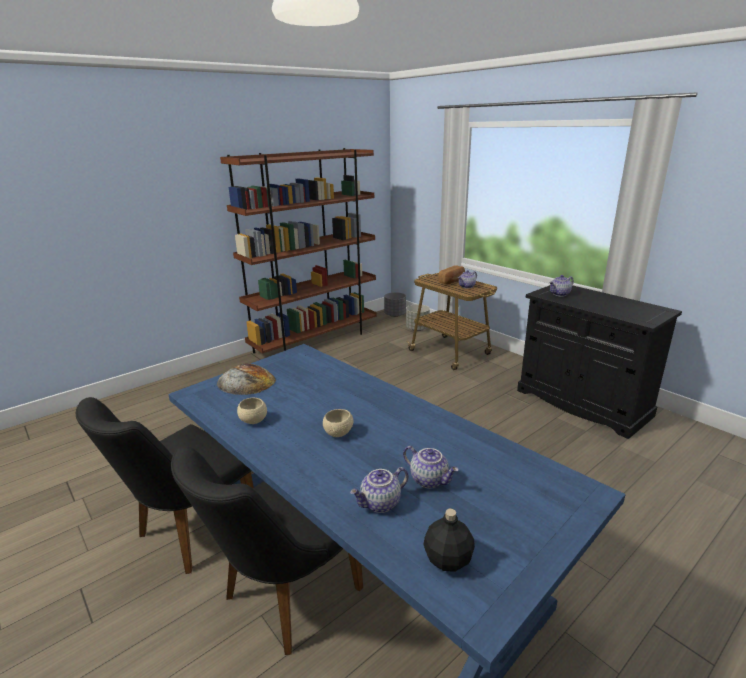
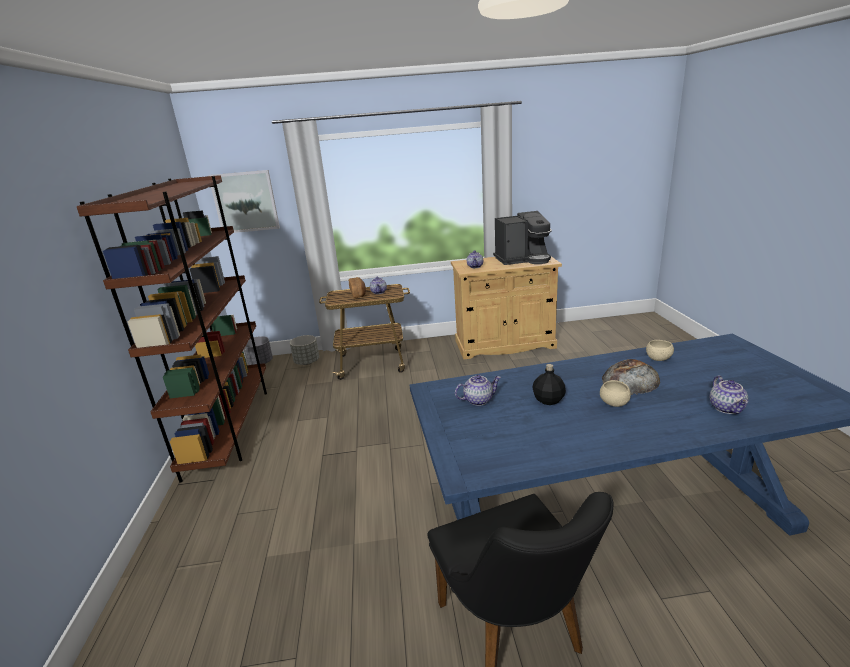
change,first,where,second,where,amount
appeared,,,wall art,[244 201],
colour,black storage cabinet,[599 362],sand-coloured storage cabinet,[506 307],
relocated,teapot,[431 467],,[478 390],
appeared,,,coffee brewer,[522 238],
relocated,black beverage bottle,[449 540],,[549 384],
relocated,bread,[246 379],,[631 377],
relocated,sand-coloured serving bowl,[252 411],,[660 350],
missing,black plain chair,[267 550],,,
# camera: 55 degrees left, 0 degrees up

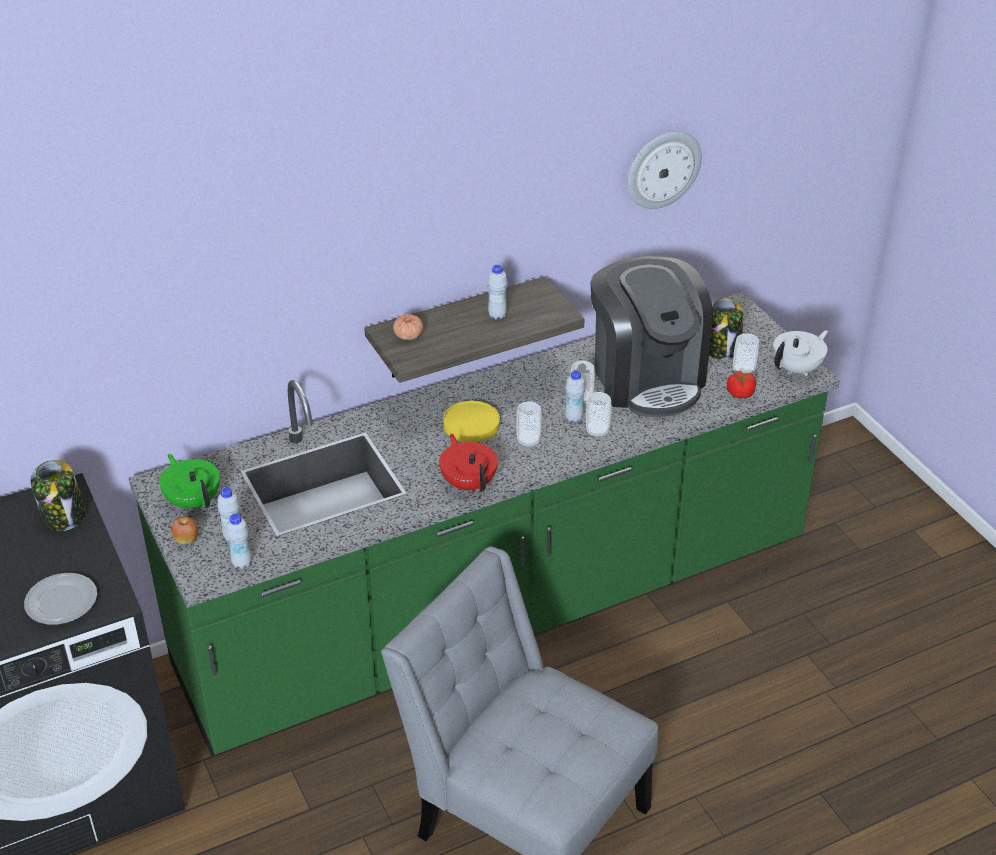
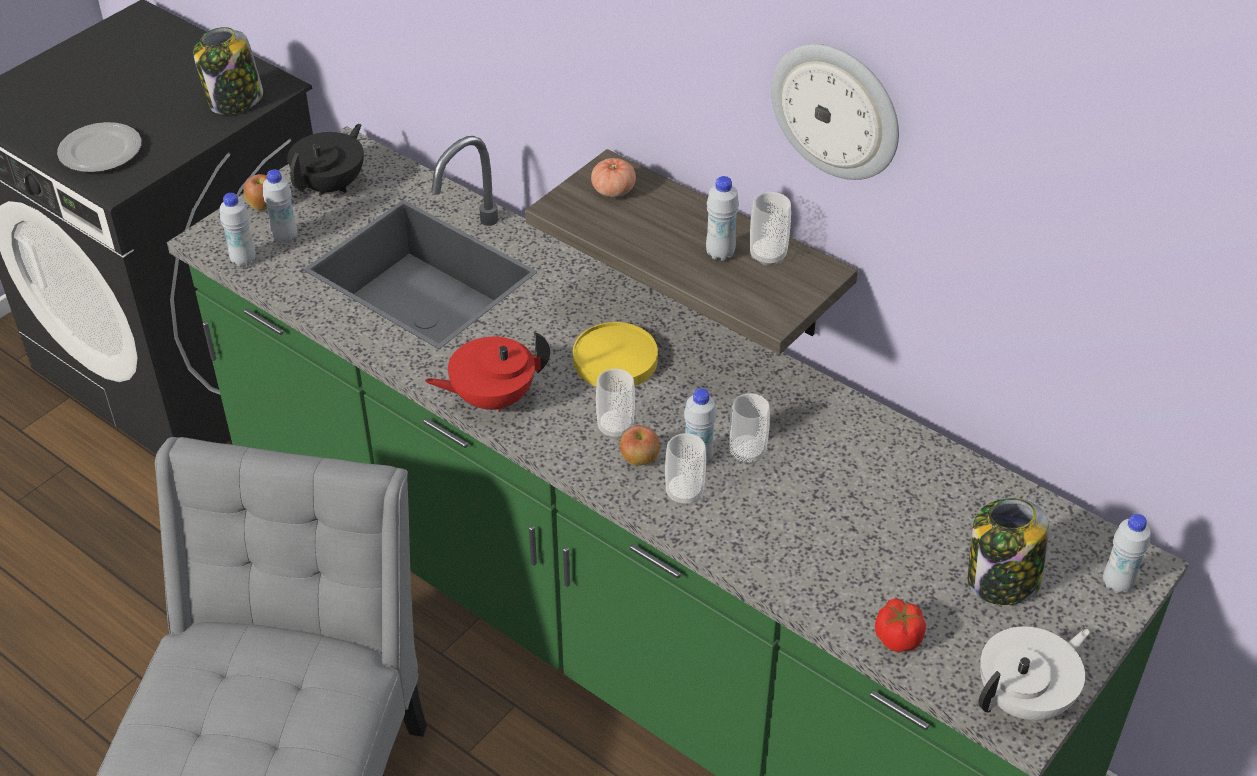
change,first,where,second,where,amount
colour,green teapot,[189 482],black teapot,[325 160],
spun,reddish teapot,[468 463],,[487 372],150 degrees counterclockwise
appeared,,,whole apple,[640 445],
relocated,cup,[746 354],,[770 229],
relocated,clock on the wall,[664 170],,[835 112],
spun,white-coloured teapot,[800 353],,[1034 673],60 degrees counterclockwise
appeared,,,white-coloured beverage bottle,[1127 554],
missing,coffee brewer,[651 336],,,
# camera: 65 degrees right, 5 degrees up

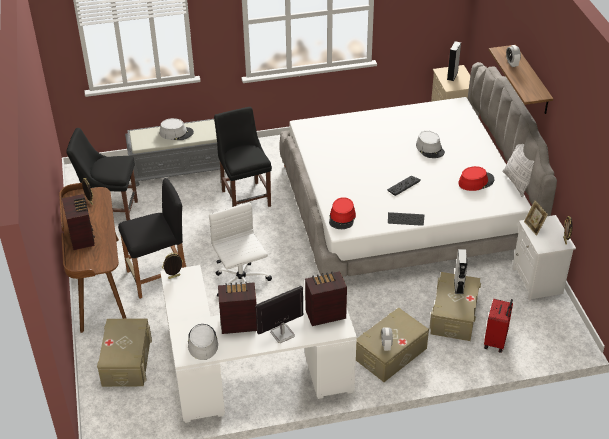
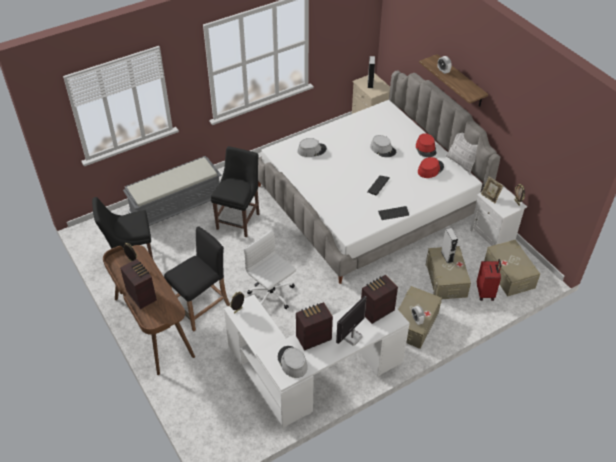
change,first,where,second,where,amount
spun,black plain chair,[243 157],,[235 192],60 degrees clockwise
relocated,gray hat,[177 129],,[312 147],
relocated,reddish hat,[342 213],,[426 145],
relocated,sand-coloured storage box,[124 352],,[512 268],
# camera: 20 degrees left, 5 degrees up

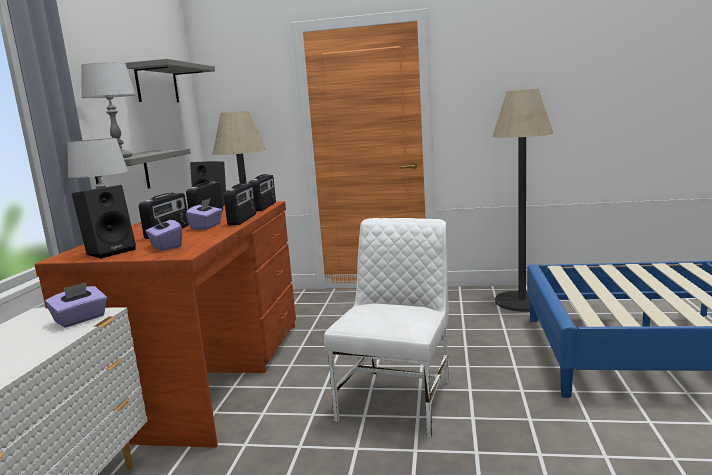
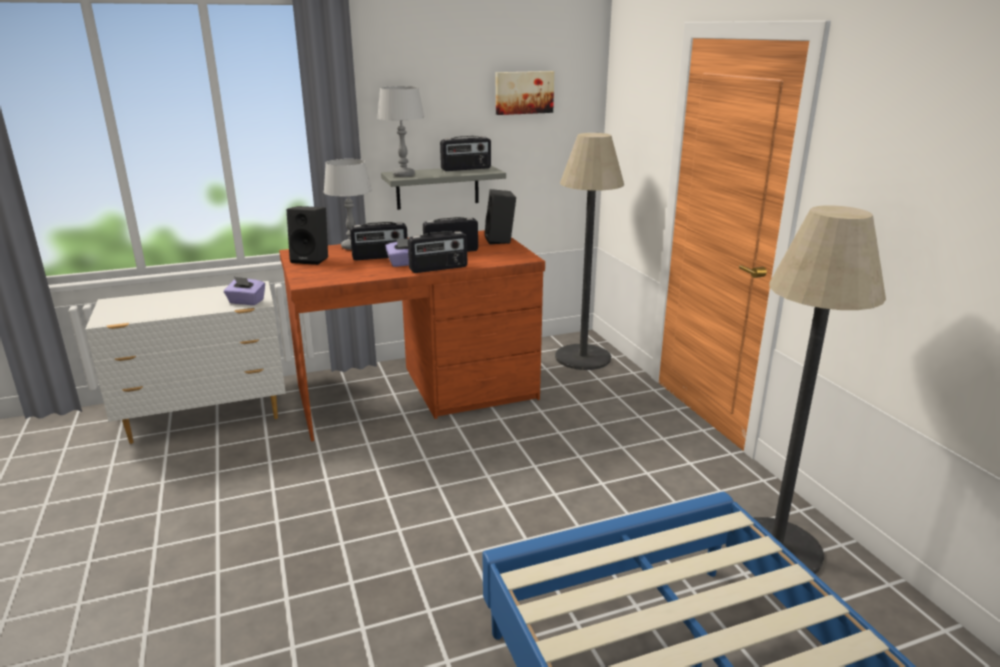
change,first,where,second,where,amount
relocated,radio receiver,[262 192],,[465 153],
exchanged,gray bracket shelf,[170 80],wall art,[525 93],
missing,purple-coloured box of tissues,[163 233],,,
missing,white-coloured plain chair,[387 327],,,
# camera: 60 degrees right, 10 degrees up

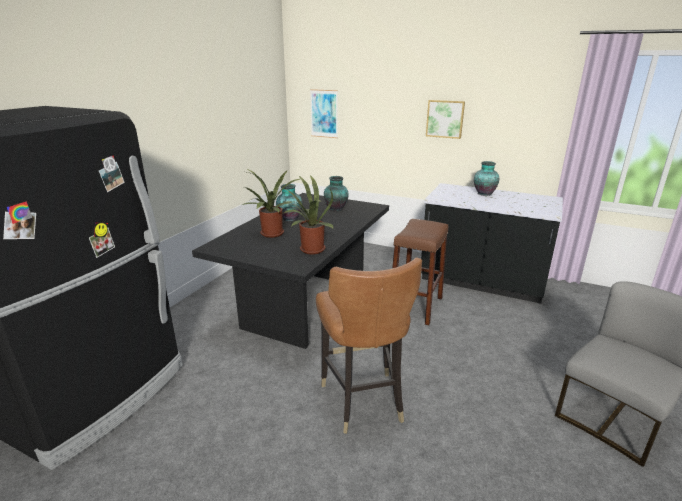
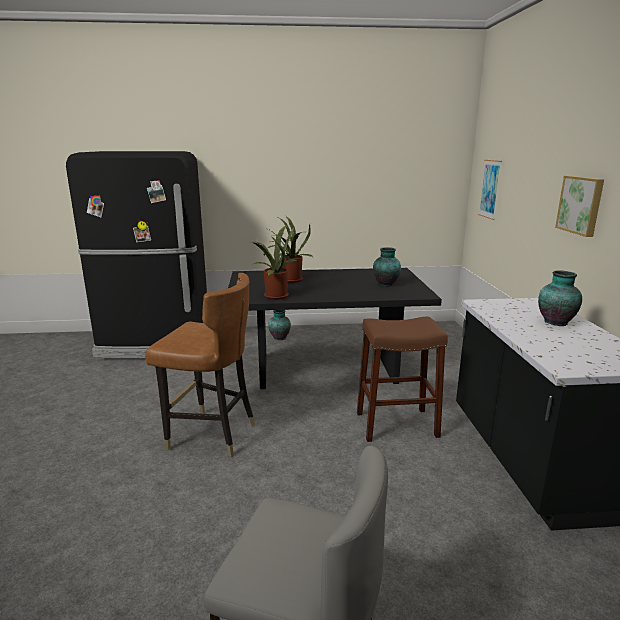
change,first,where,second,where,amount
spun,brown-coloured plain chair,[369 345],,[200 365],120 degrees counterclockwise
relocated,decorative vase,[289 202],,[279 325],
# camera: 60 degrees right, 5 degrees down

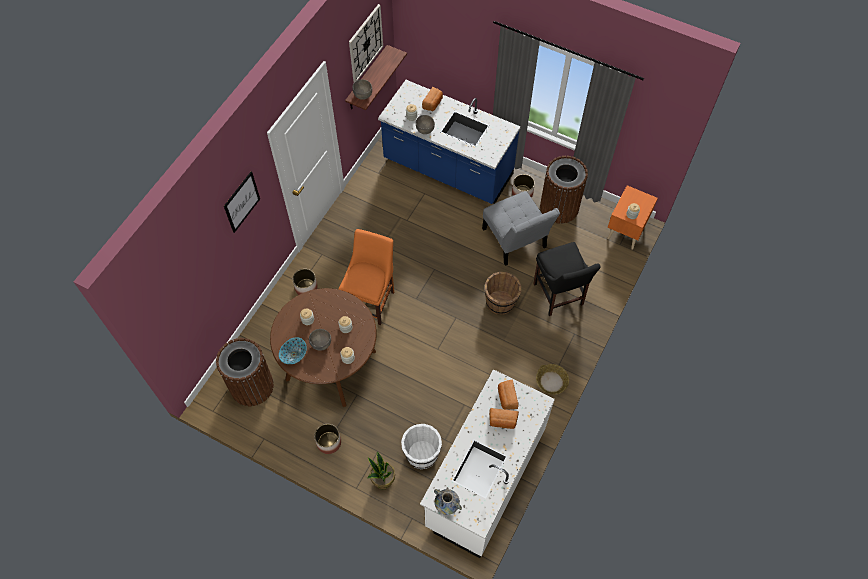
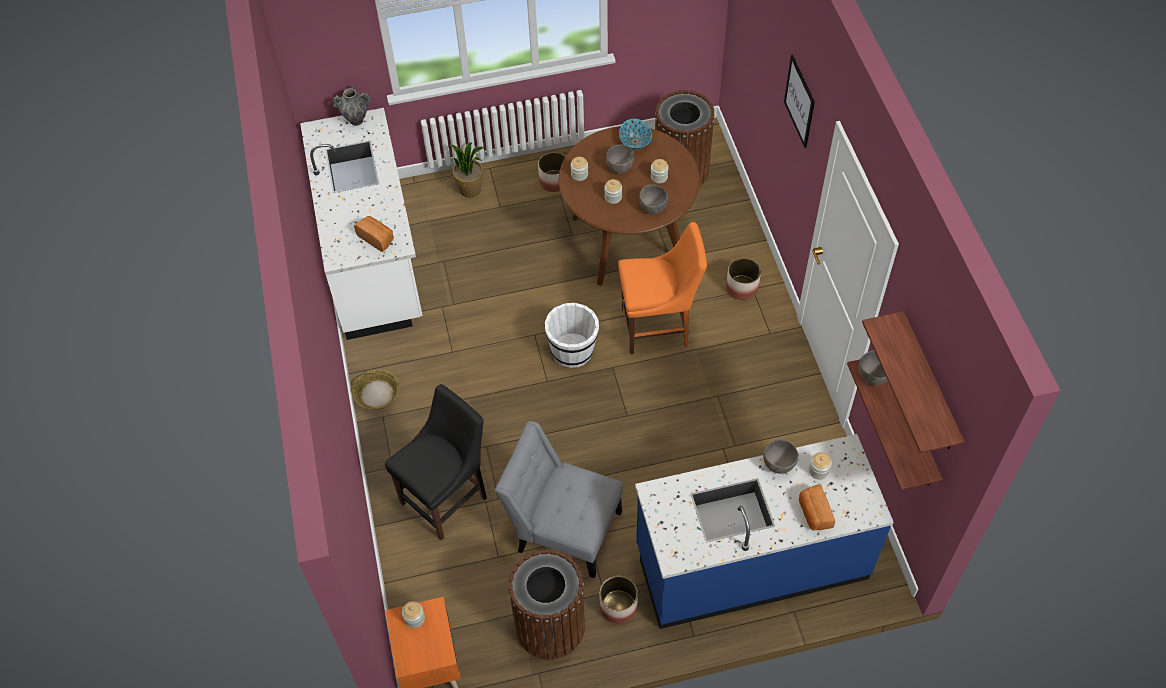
change,first,where,second,where,amount
spun,black plain chair,[566 279],,[436 462],105 degrees clockwise
relocated,white-coloured water bucket,[421 446],,[572 335],
spun,orange-coloured plain chair,[366 277],,[662 288],75 degrees counterclockwise
appeared,,,gray serving bowl,[653 199],
exchanged,clock on the wall,[366 43],bracket shelf,[913 382],
missing,brown-coloured water bucket,[502 293],,,
missing,bread,[504 418],,,
# camera: 140 degrees right, 5 degrees down

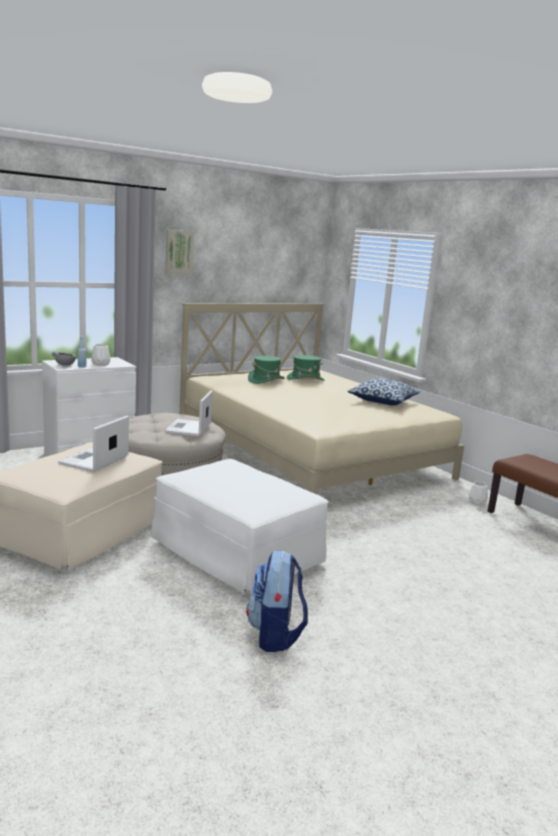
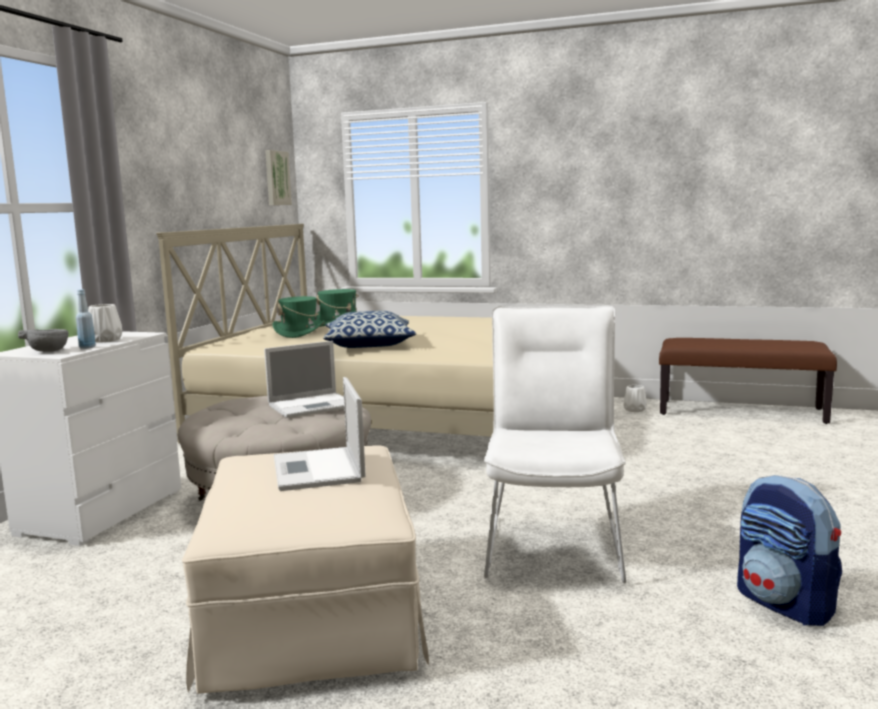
change,first,where,second,where,amount
spun,laptop,[189 413],,[304 379],90 degrees counterclockwise
relocated,wall art,[179 252],,[278 177],
relocated,throw pillow,[383 391],,[369 329],
exchanged,white-coloured ottoman,[240 527],white-coloured plain chair,[555 444],
# camera: 35 degrees left, 5 degrees down

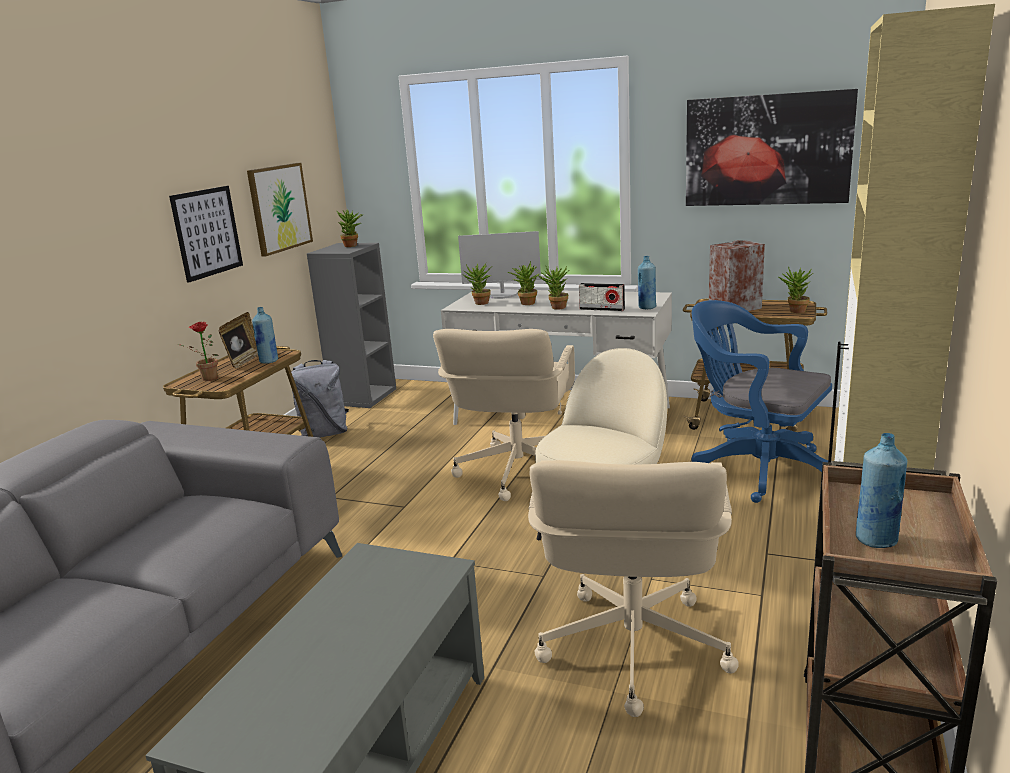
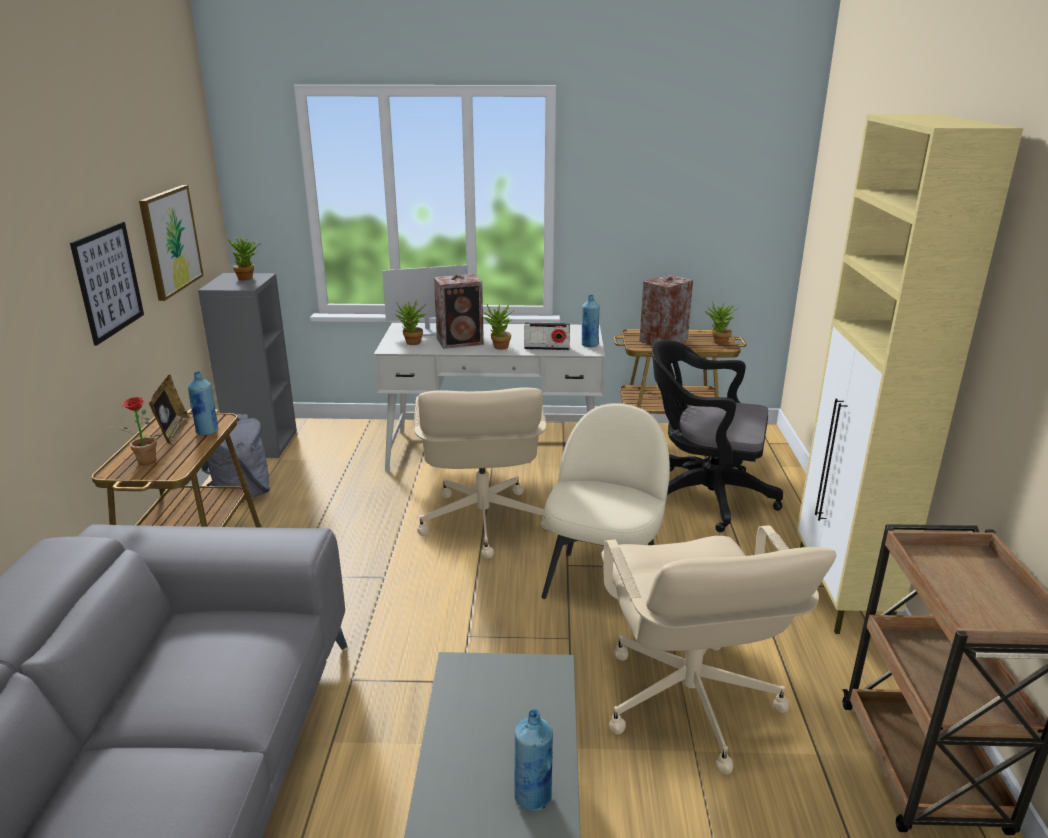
change,first,where,second,where,amount
exchanged,houseplant,[524 283],audio speaker,[459 311],
relocated,bluish beverage bottle,[881 490],,[533 760],
colour,bluish office chair,[762 401],black office chair,[717 436],
missing,wall art,[772 147],,,
# camera: 20 degrees left, 5 degrees up

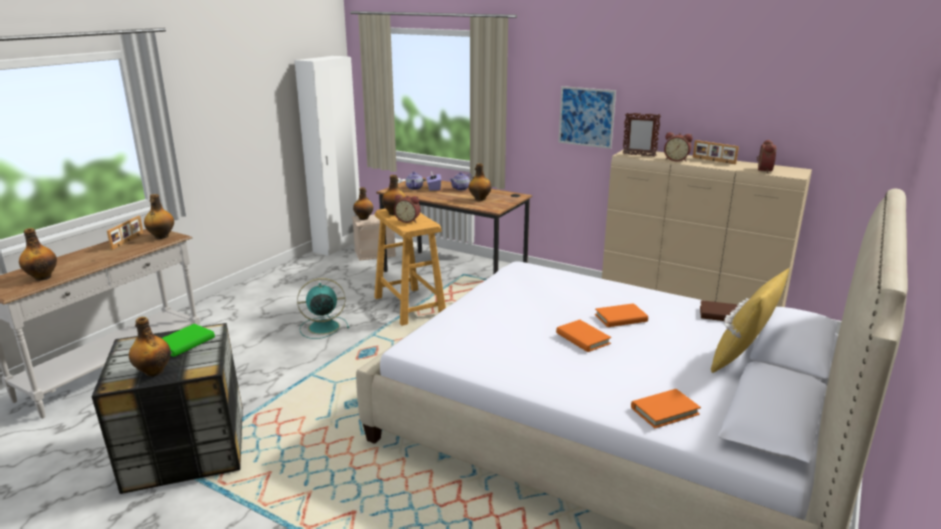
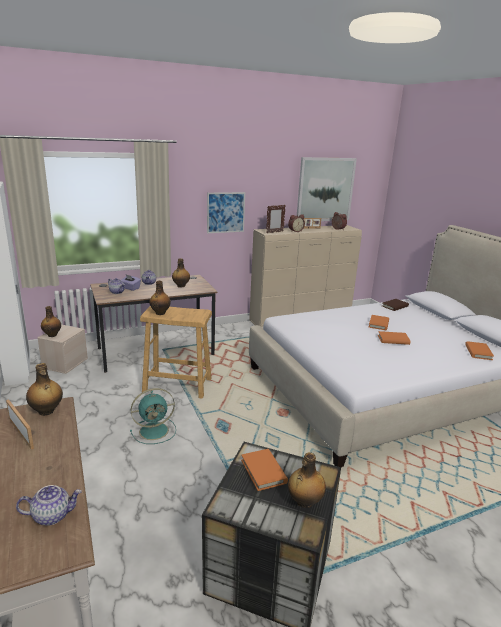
change,first,where,second,where,amount
exchanged,beverage bottle,[38 254],teapot,[49 505],
spun,turquoise-coloured fan,[323 308],,[153 416],135 degrees counterclockwise
colour,green bound book,[188 340],orange-coloured bound book,[264 470],
appeared,,,wall art,[327 189],
missing,alarm clock,[407 209],,,
missing,yellowish throw pillow,[750 320],,,
# camera: 55 degrees left, 0 degrees up

